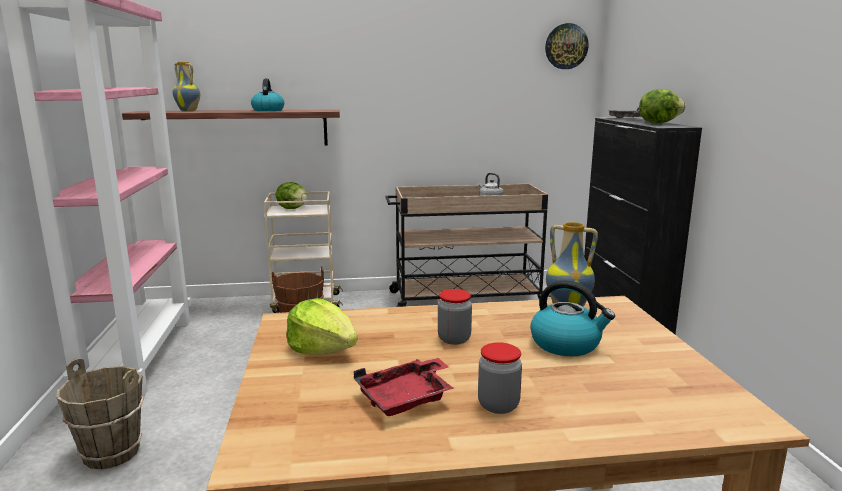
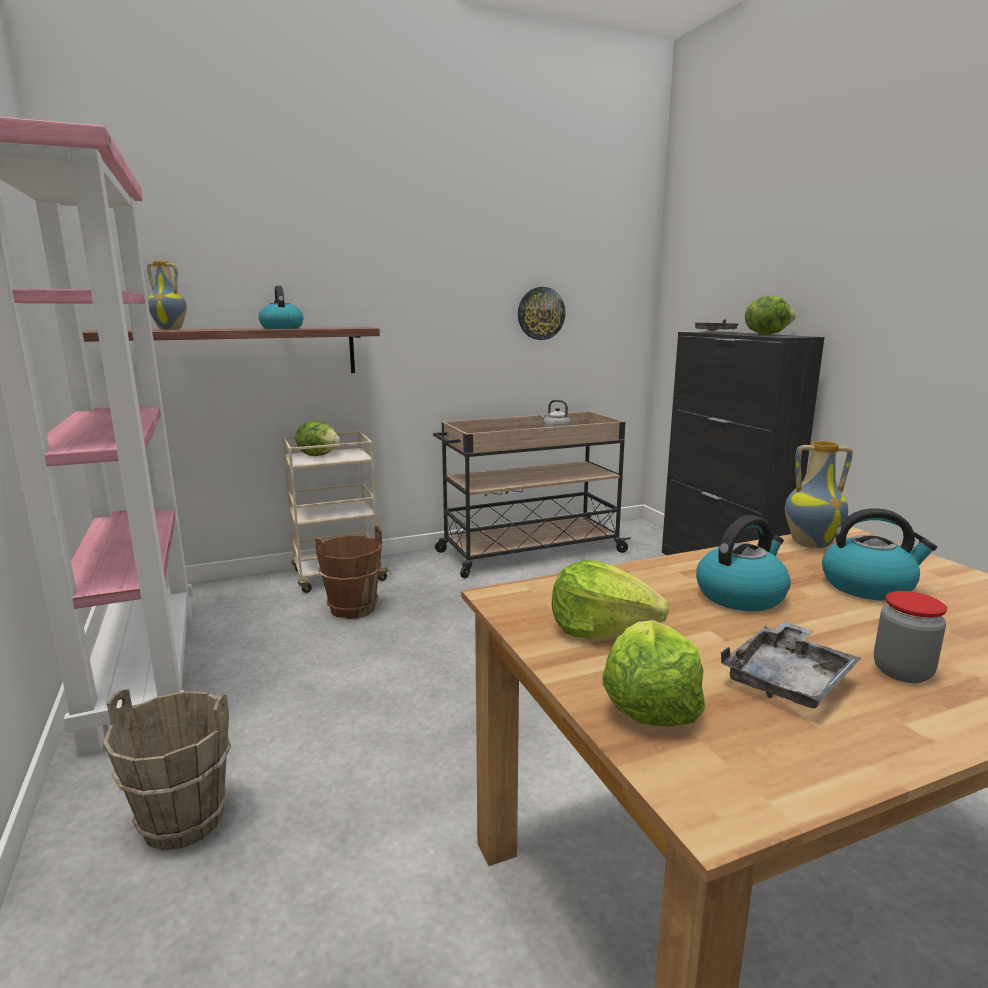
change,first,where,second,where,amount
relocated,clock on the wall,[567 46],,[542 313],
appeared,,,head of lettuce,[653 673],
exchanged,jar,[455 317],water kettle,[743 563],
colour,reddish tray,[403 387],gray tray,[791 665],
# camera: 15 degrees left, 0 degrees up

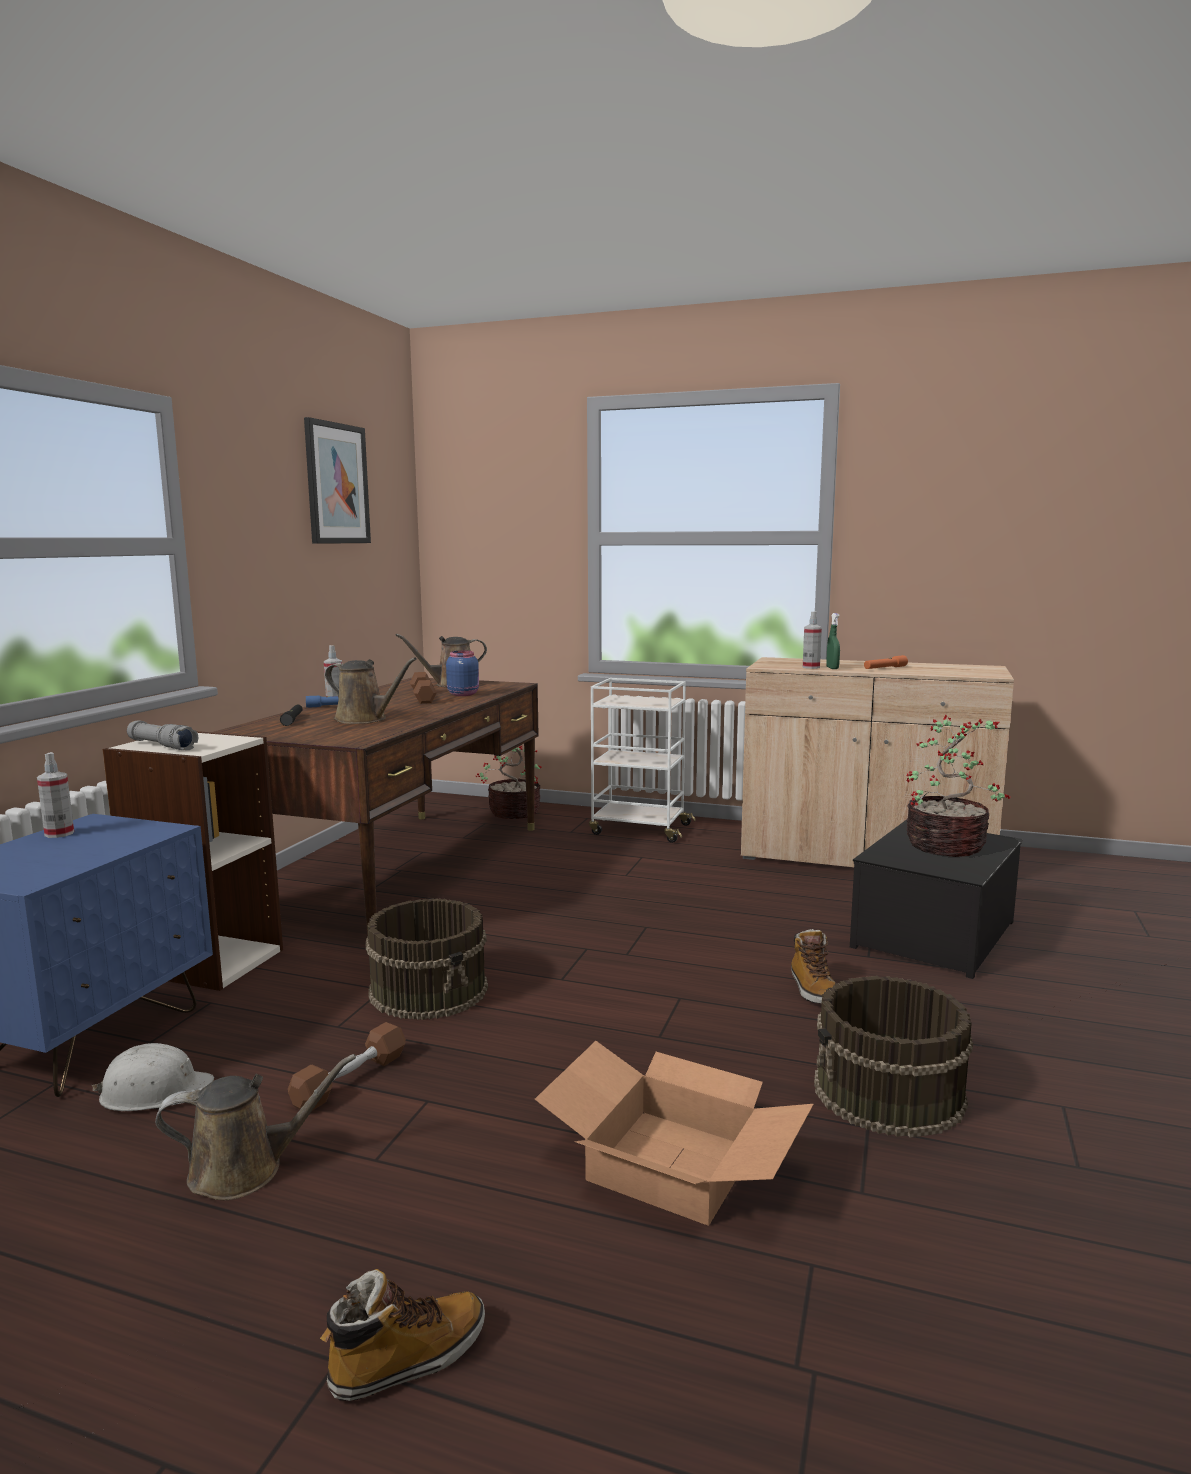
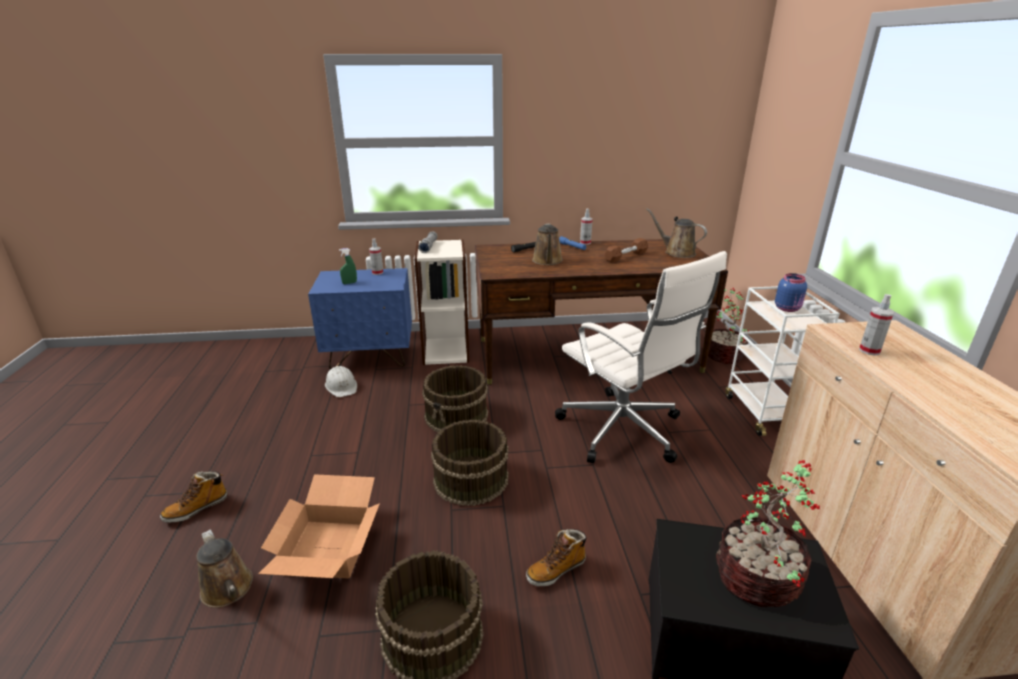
change,first,where,second,where,amount
spun,boot,[402 1335],,[194 497],105 degrees clockwise
relocated,brown-coloured sprinkling can,[255 1127],,[224 569],
relocated,green hand sprayer,[833 641],,[348 266],
appeared,,,brown-coloured water bucket,[469 462],
appeared,,,white-coloured office chair,[641 357],
relocated,bluish jar,[462 673],,[791 292],
missing,brown-coloured dumbbell,[347 1066],,,
missing,wall art,[337 480],,,
missing,orange-coloured flashlight,[886 662],,,
# camera: 65 degrees right, 15 degrees up

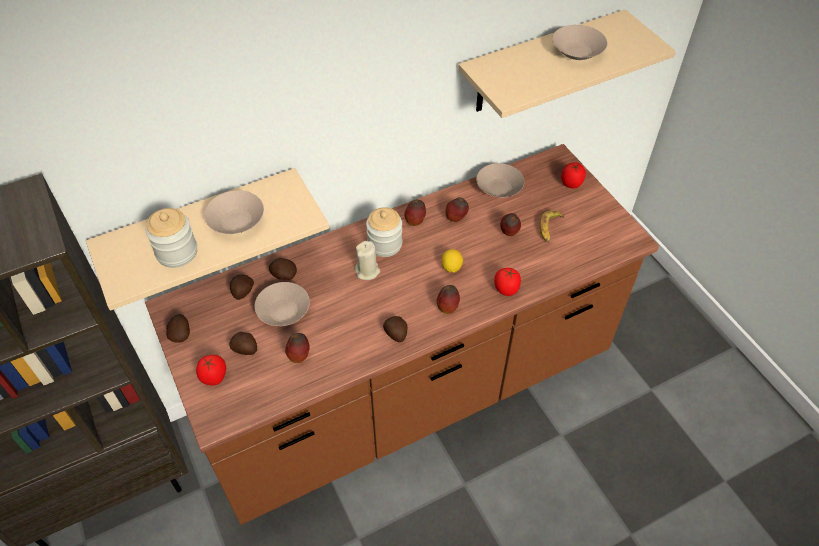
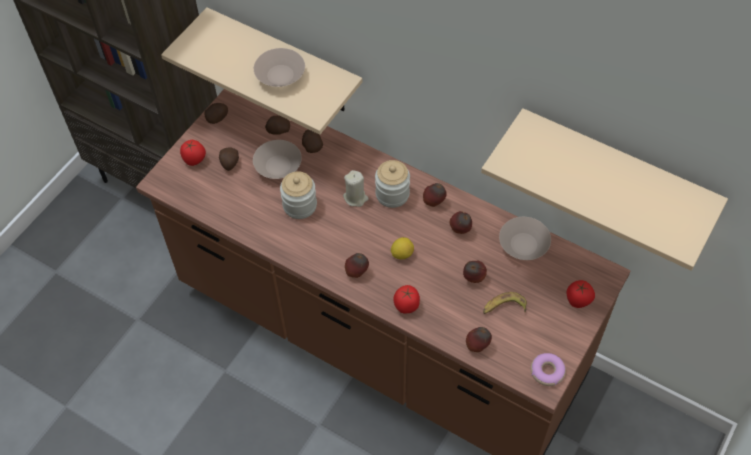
change,first,where,second,where,amount
relocated,jar,[171 238],,[298 195],
relocated,whole apple,[297 348],,[479 339],
appeared,,,donut,[548 369],
missing,whole potato,[395 329],,,
missing,sand-coloured serving bowl,[580 42],,,
# camera: 60 degrees right, 5 degrees up

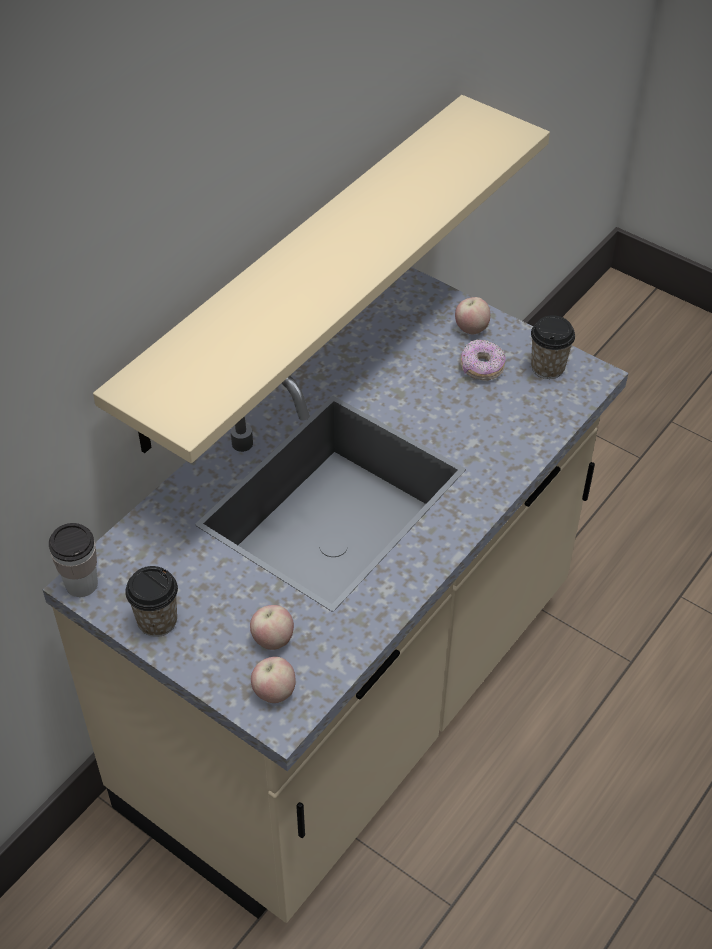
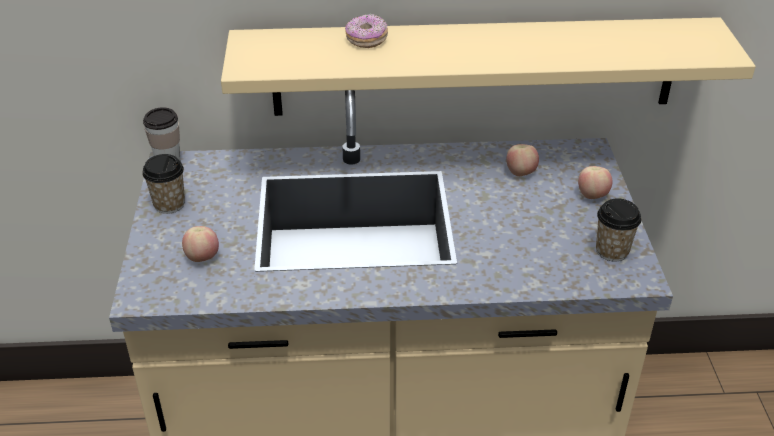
change,first,where,second,where,amount
relocated,donut,[483 360],,[366 31],
relocated,whole apple,[273 680],,[522 160],
# camera: 50 degrees right, 10 degrees down

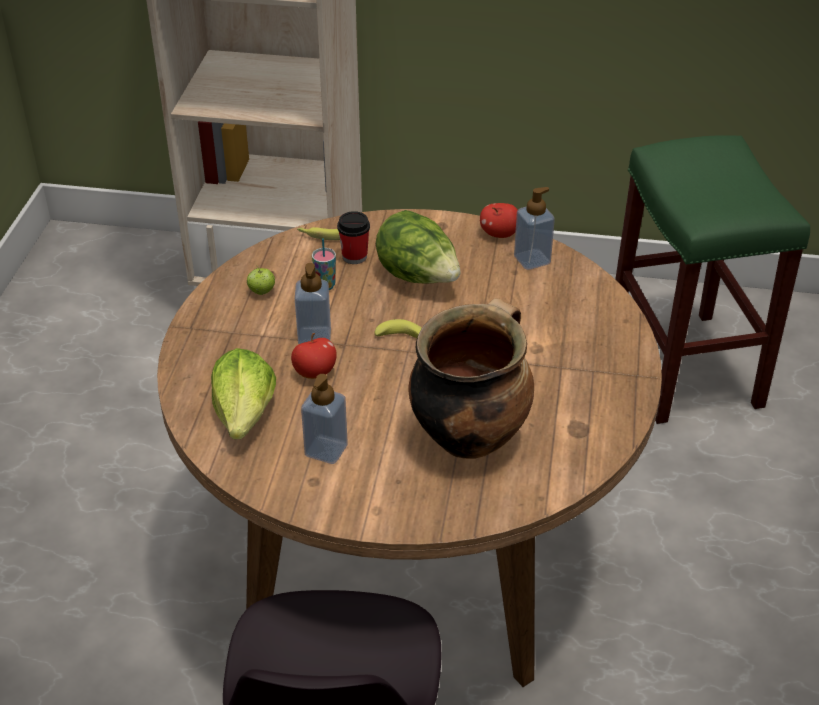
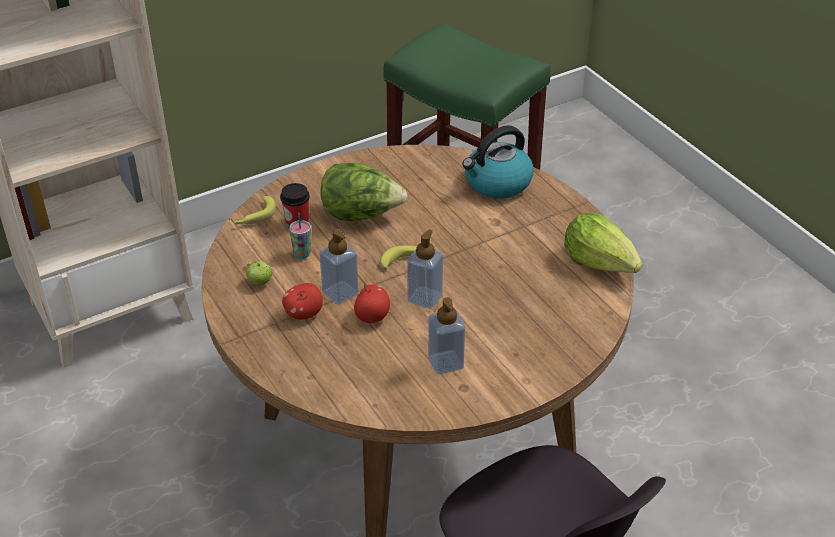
change,first,where,second,where,amount
relocated,whole apple,[499 220],,[302 301],
relocated,soap bottle,[534 228],,[425 269],
appeared,,,water kettle,[497 162],
relocated,head of lettuce,[243 393],,[603 243],
missing,stockpot,[471 378],,,
# camera: 40 degrees left, 0 degrees up

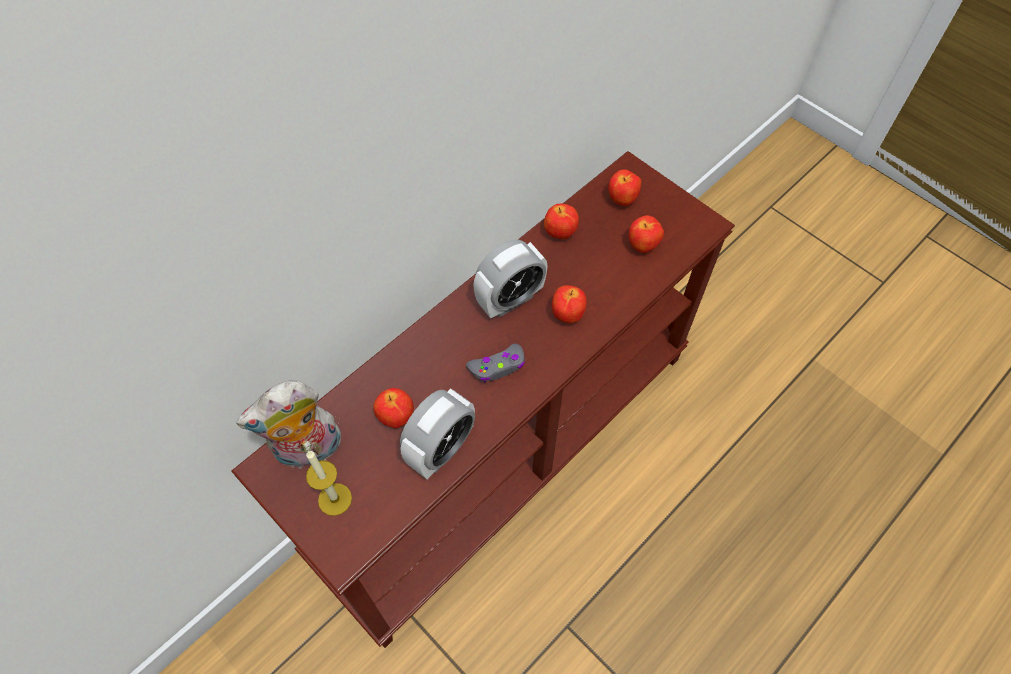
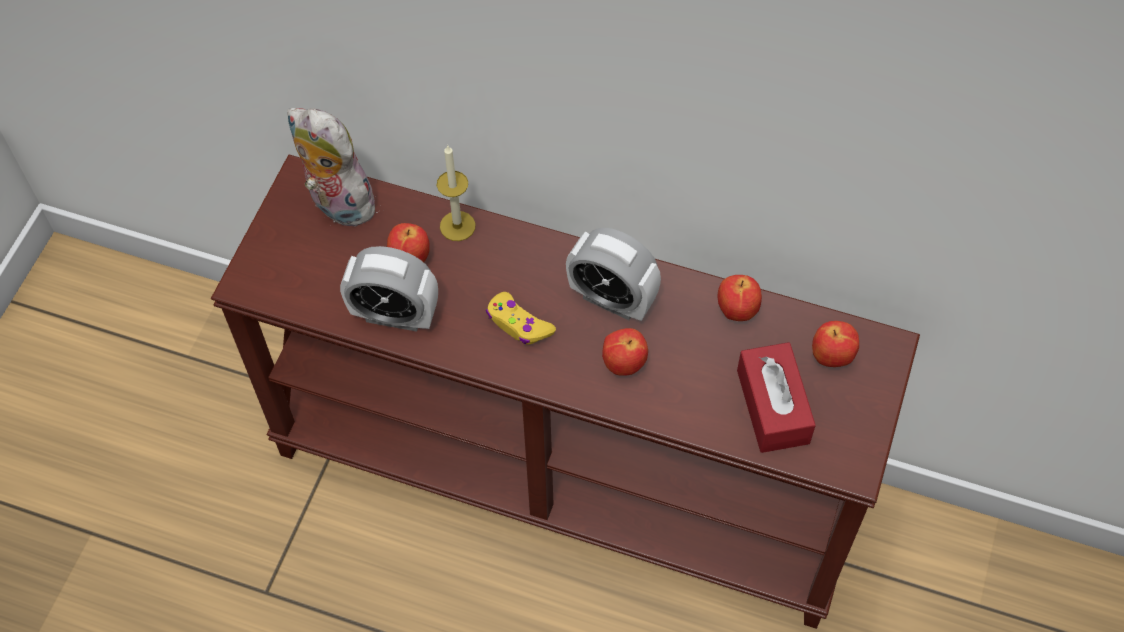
change,first,where,second,where,amount
relocated,candle,[329 483],,[456 193],
colour,gray gamepad,[495 363],yellowish gamepad,[521 318],
exchanged,whole apple,[646 234],reddish box of tissues,[776 397],
# camera: 65 degrees right, 0 degrees up

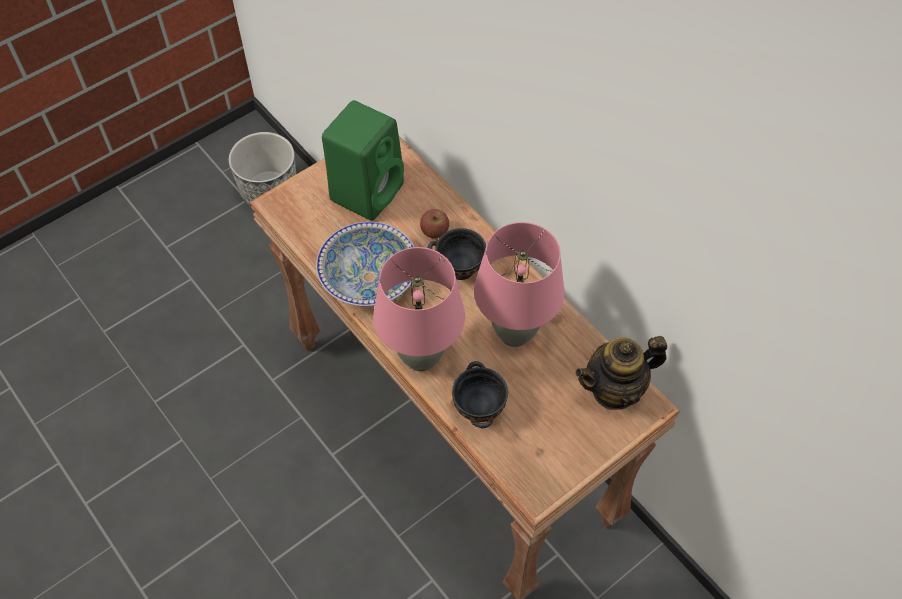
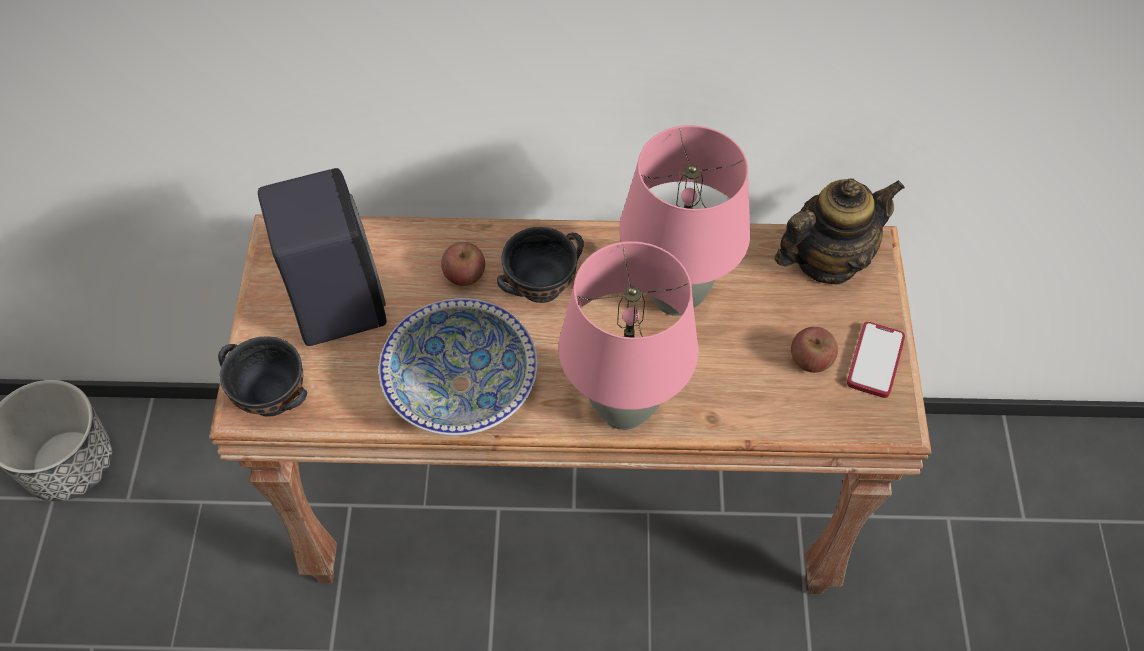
change,first,where,second,where,amount
relocated,black serving bowl,[480 395],,[262 376],
colour,green audio speaker,[363 160],black audio speaker,[322 257],
spun,teapot,[621 373],,[839 231],135 degrees counterclockwise
appeared,,,whole apple,[814 350],
appeared,,,handset,[876 360],
# camera: 50 degrees left, 0 degrees up

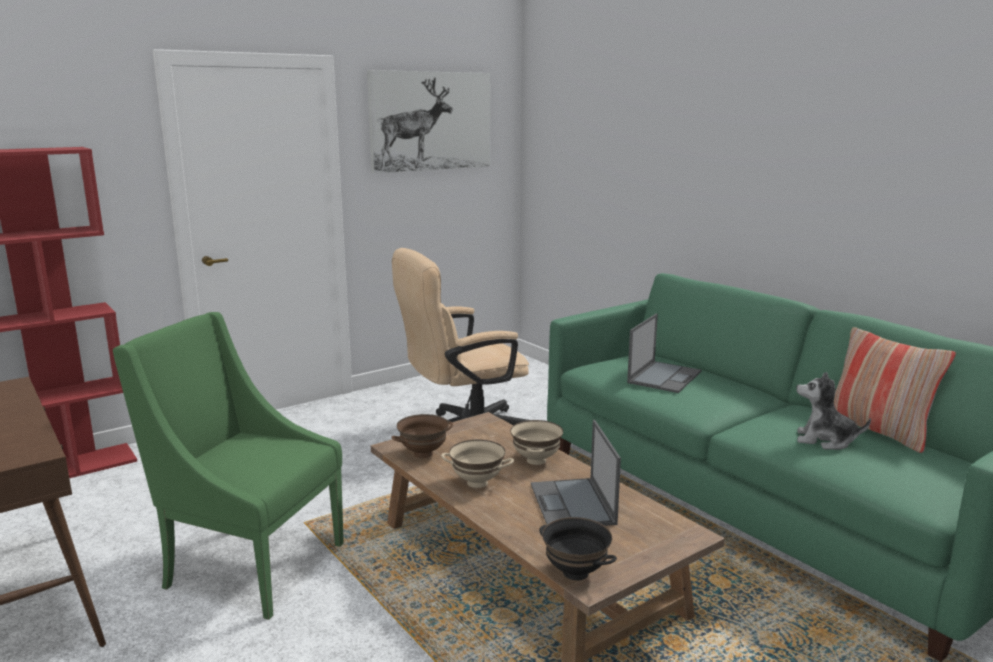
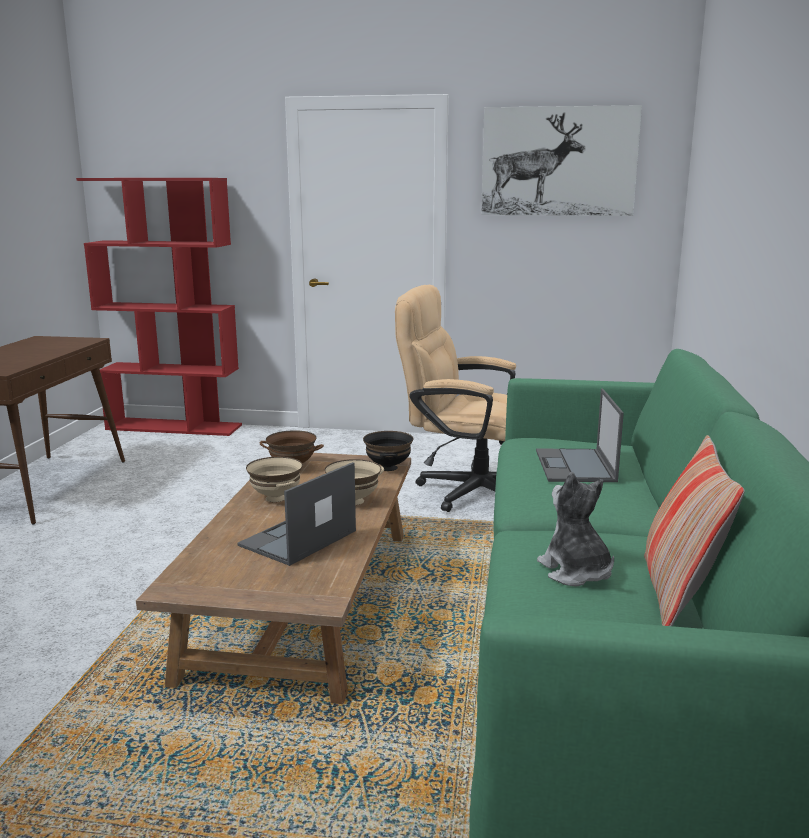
change,first,where,second,where,amount
relocated,black serving bowl,[578 549],,[388 451],
spun,laptop,[664 353],,[580 435],105 degrees clockwise
missing,green armchair,[228 466],,,
# camera: 45 degrees right, 0 degrees up

